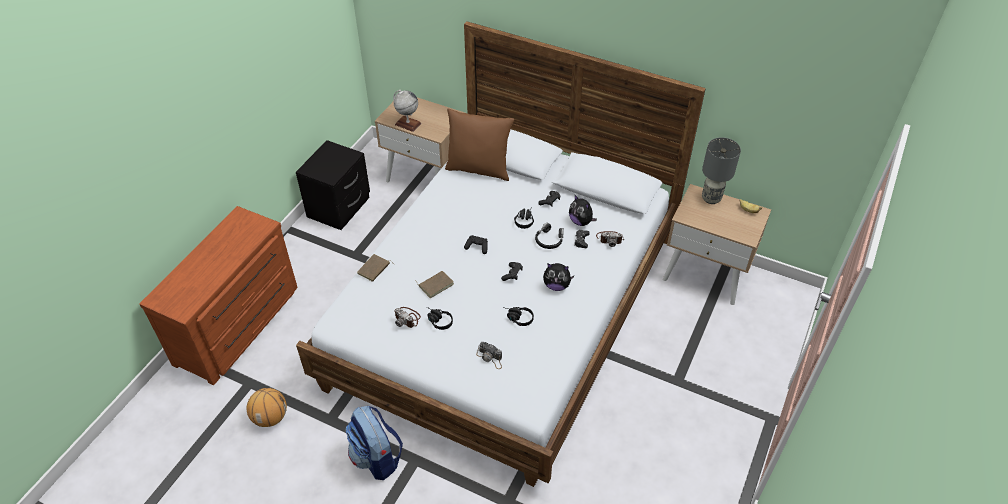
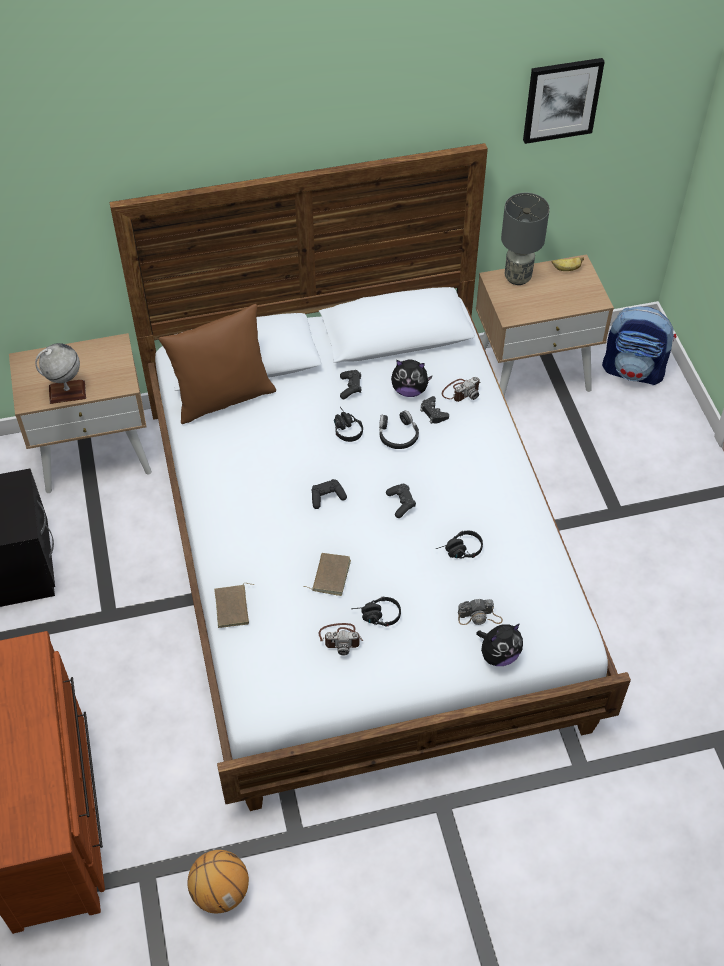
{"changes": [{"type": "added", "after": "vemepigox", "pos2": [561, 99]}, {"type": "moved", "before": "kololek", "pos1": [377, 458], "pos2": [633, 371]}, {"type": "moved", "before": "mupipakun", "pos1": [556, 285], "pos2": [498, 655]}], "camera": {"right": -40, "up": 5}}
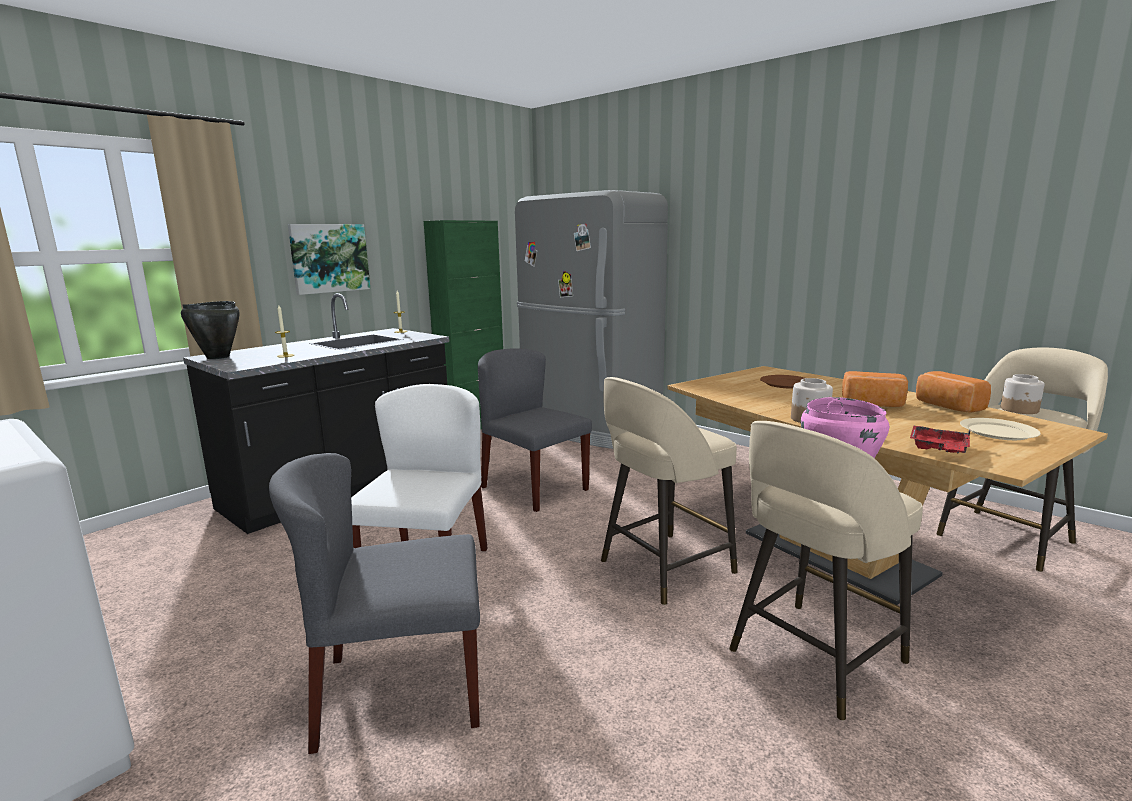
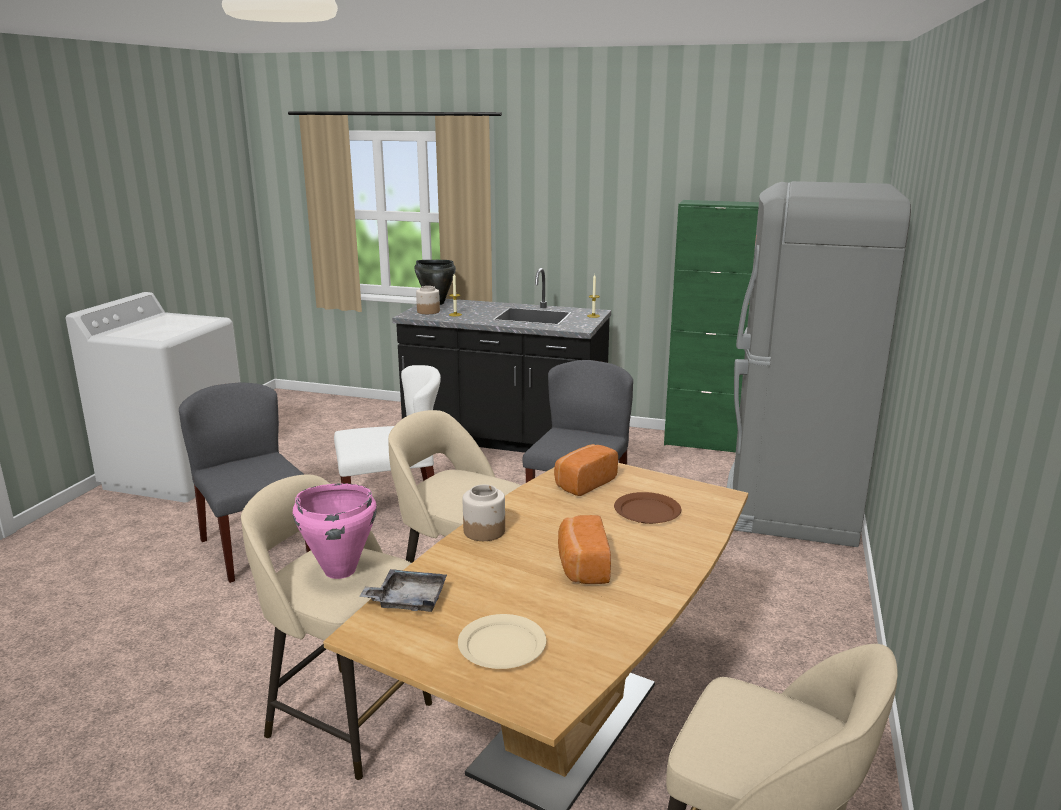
{"changes": [{"type": "removed", "before": "vemepigox", "pos1": [329, 258]}, {"type": "moved", "before": "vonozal", "pos1": [946, 406], "pos2": [583, 483]}, {"type": "moved", "before": "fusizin", "pos1": [1019, 410], "pos2": [428, 311]}, {"type": "recoloured", "before": "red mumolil", "after": "grey mumolil", "pos1": [938, 449], "pos2": [408, 600]}], "camera": {"right": 65, "up": 5}}
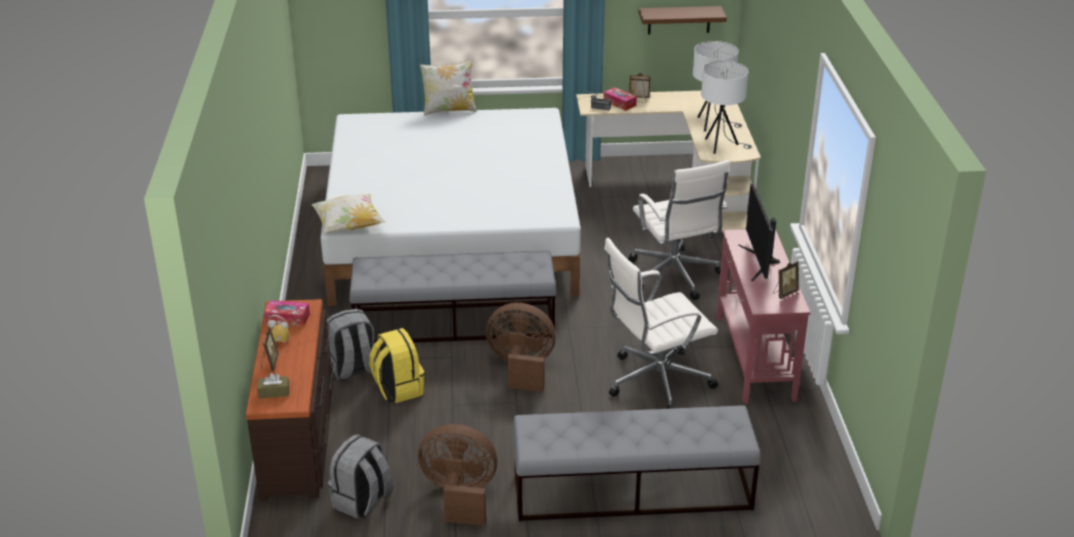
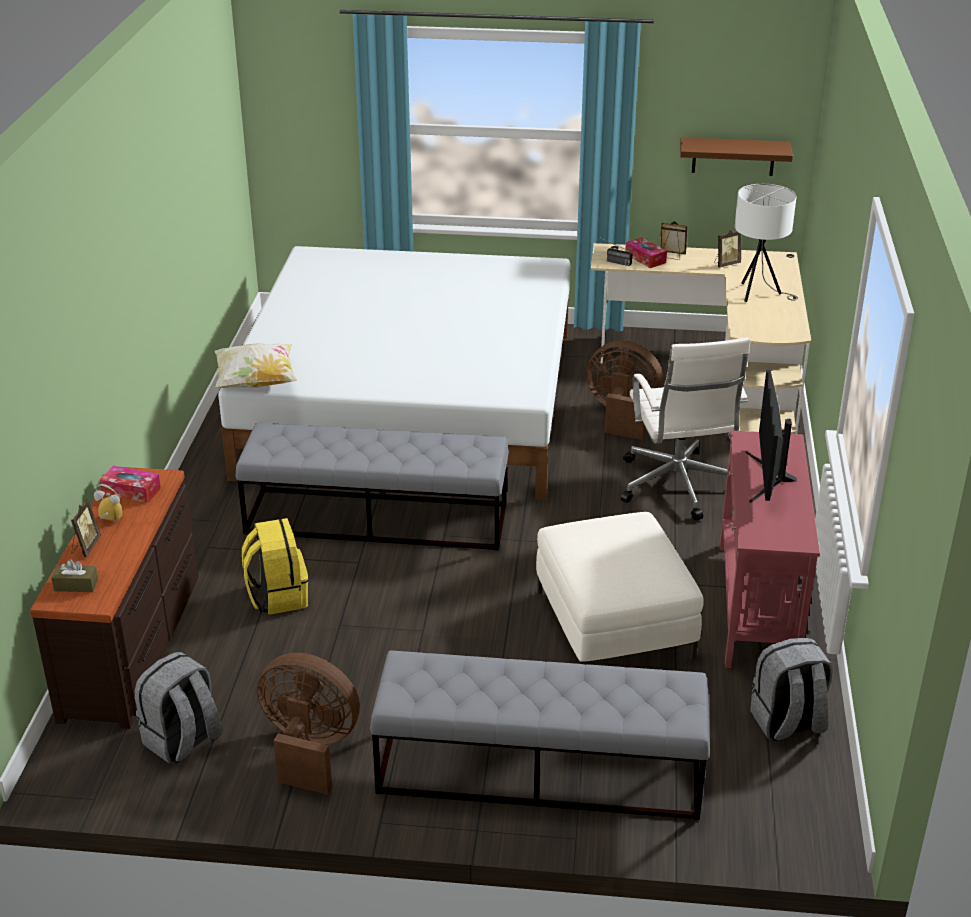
{"changes": [{"type": "removed", "before": "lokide", "pos1": [449, 110]}, {"type": "removed", "before": "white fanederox", "pos1": [721, 146]}, {"type": "moved", "before": "grey kololek", "pos1": [353, 369], "pos2": [787, 723]}, {"type": "moved", "before": "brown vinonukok", "pos1": [521, 368], "pos2": [622, 416]}, {"type": "moved", "before": "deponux", "pos1": [784, 293], "pos2": [726, 264]}, {"type": "replaced", "before": "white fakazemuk", "after": "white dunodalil", "pos1": [655, 381], "pos2": [614, 624]}], "camera": {"right": 10, "up": 0}}
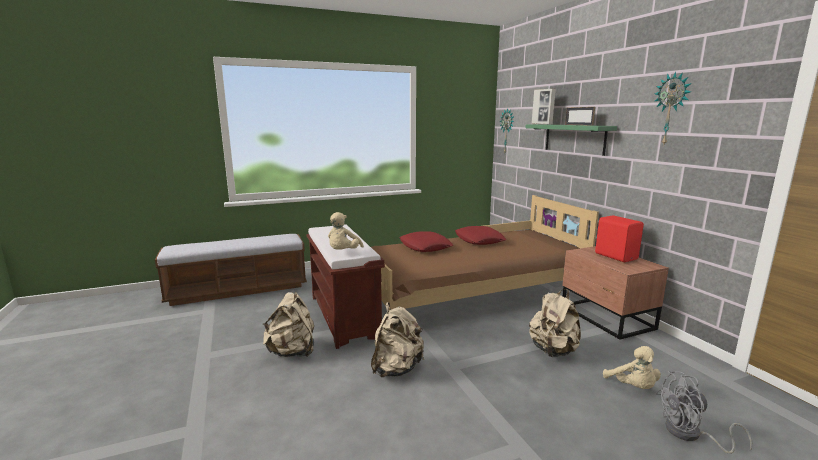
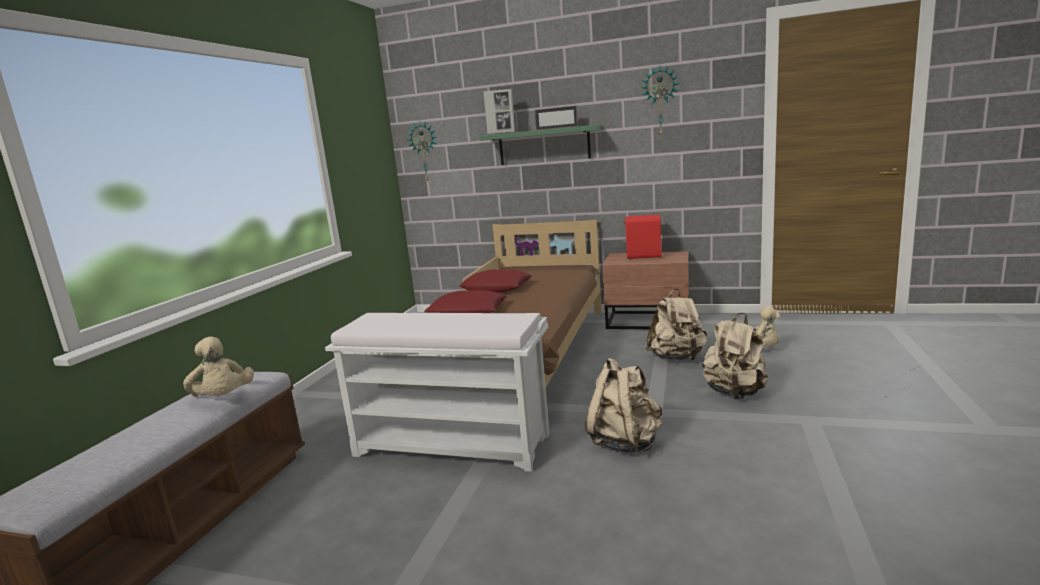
{"changes": [{"type": "removed", "before": "grey vinonukok", "pos1": [690, 435]}, {"type": "moved", "before": "beige kololek", "pos1": [292, 352], "pos2": [735, 393]}, {"type": "moved", "before": "beige mupipakun", "pos1": [343, 252], "pos2": [223, 398]}, {"type": "recoloured", "before": "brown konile", "after": "white konile", "pos1": [344, 316], "pos2": [453, 444]}], "camera": {"right": -50, "up": 0}}
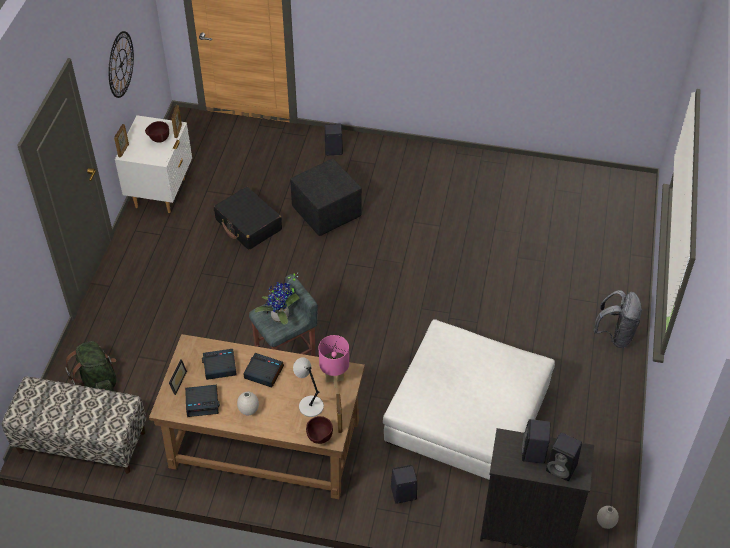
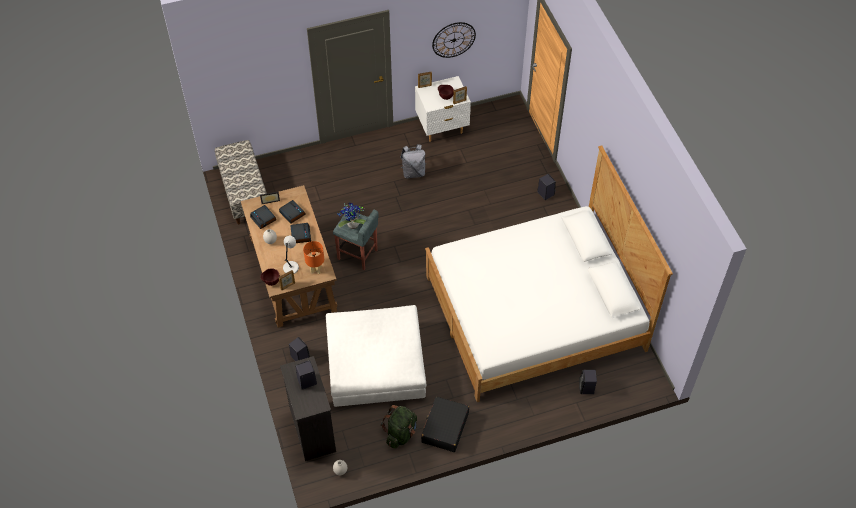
{"changes": [{"type": "removed", "before": "black dunodalil", "pos1": [326, 213]}, {"type": "added", "after": "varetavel", "pos2": [535, 312]}, {"type": "moved", "before": "green kololek", "pos1": [98, 383], "pos2": [401, 433]}, {"type": "moved", "before": "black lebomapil", "pos1": [248, 225], "pos2": [445, 428]}, {"type": "moved", "before": "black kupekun", "pos1": [562, 468], "pos2": [586, 388]}, {"type": "moved", "before": "grey kololek", "pos1": [615, 335], "pos2": [413, 172]}, {"type": "recoloured", "before": "pink fanederox", "after": "orange fanederox", "pos1": [334, 380], "pos2": [316, 269]}], "camera": {"right": 60, "up": 5}}
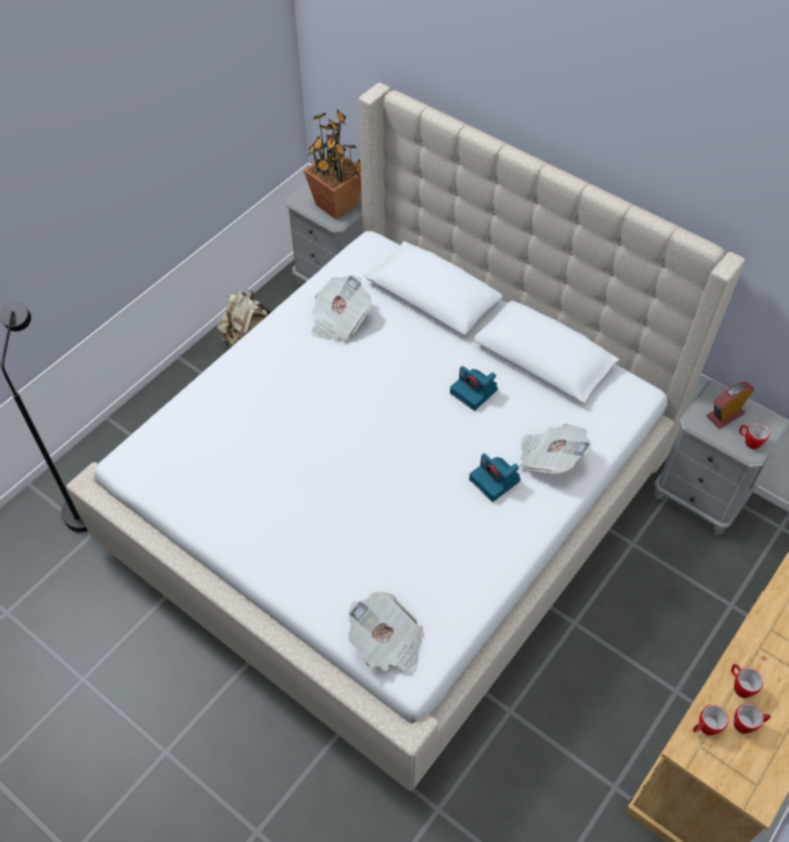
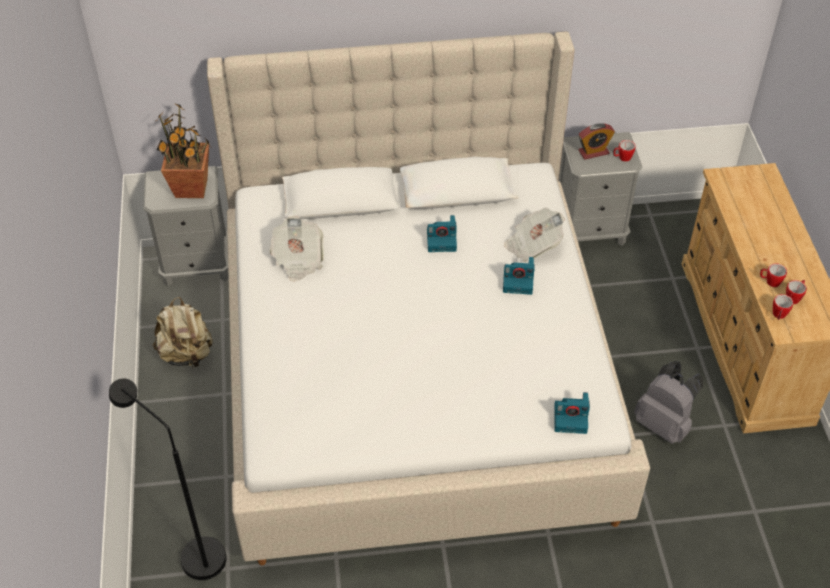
{"changes": [{"type": "added", "after": "grey kololek", "pos2": [664, 424]}, {"type": "replaced", "before": "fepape", "after": "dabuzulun", "pos1": [387, 643], "pos2": [571, 418]}, {"type": "turned", "before": "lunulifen", "pos1": [725, 415], "pos2": [593, 152], "turn": -120}], "camera": {"right": -45, "up": -5}}
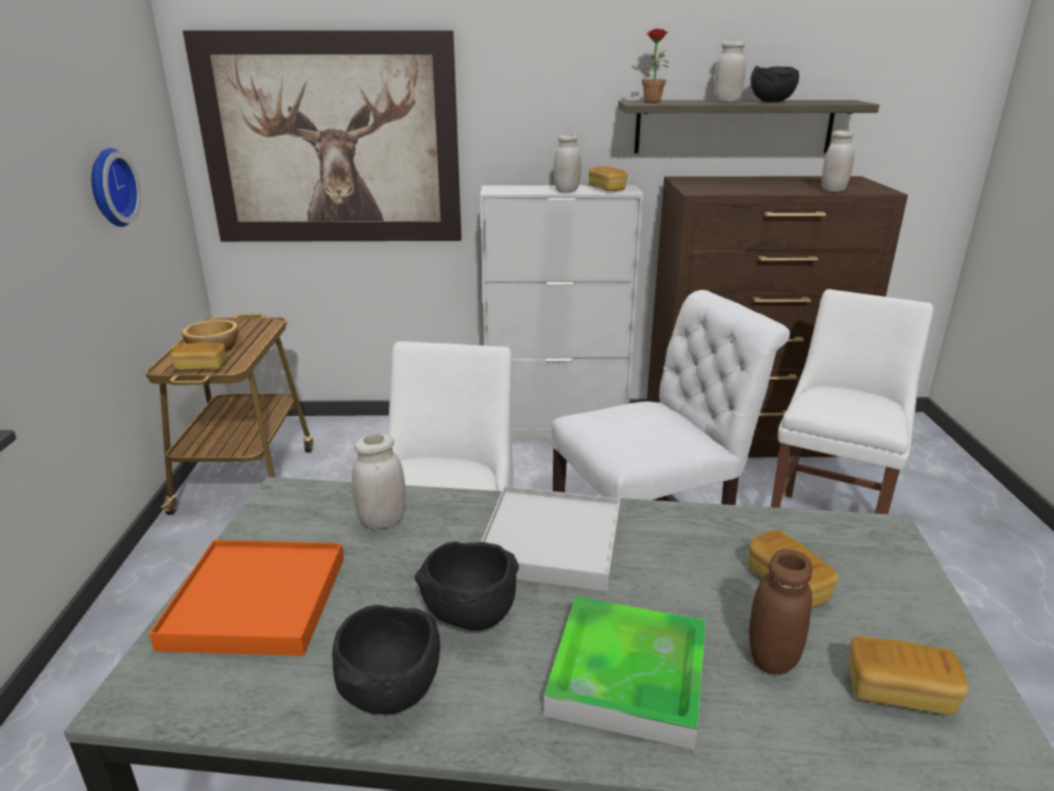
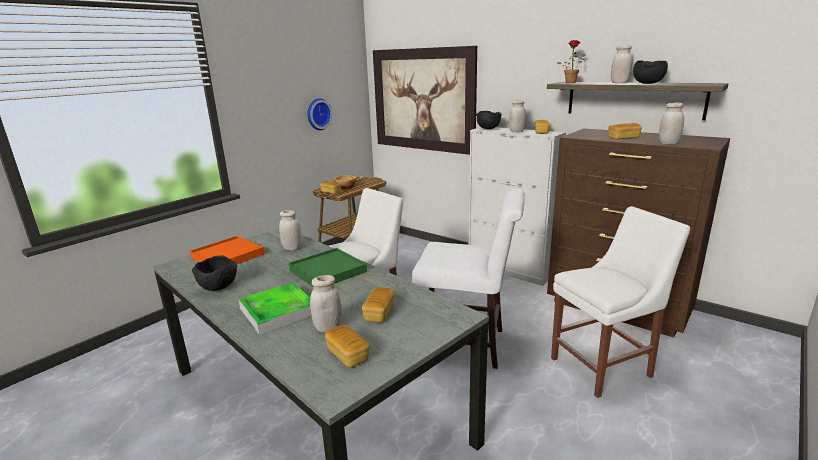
{"changes": [{"type": "added", "after": "vonozal", "pos2": [623, 138]}, {"type": "moved", "before": "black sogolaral", "pos1": [468, 617], "pos2": [487, 129]}, {"type": "recoloured", "before": "white mumolil", "after": "green mumolil", "pos1": [551, 542], "pos2": [327, 271]}, {"type": "recoloured", "before": "brown fusizin", "after": "white fusizin", "pos1": [772, 658], "pos2": [328, 327]}], "camera": {"right": 40, "up": -5}}
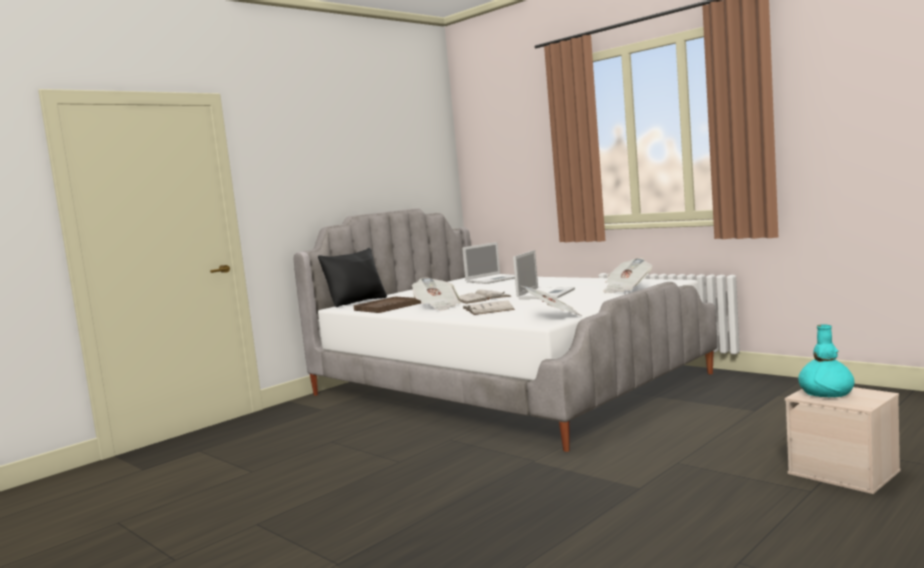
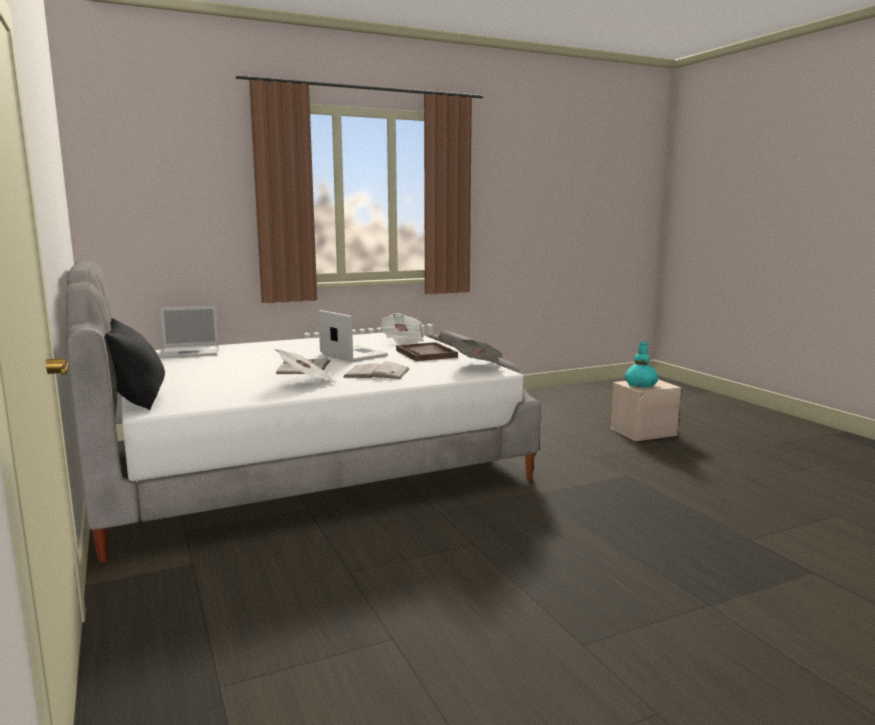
{"changes": [{"type": "moved", "before": "brown mumolil", "pos1": [387, 307], "pos2": [426, 354]}, {"type": "turned", "before": "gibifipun", "pos1": [493, 279], "pos2": [191, 352], "turn": 90}], "camera": {"right": -70, "up": 5}}
